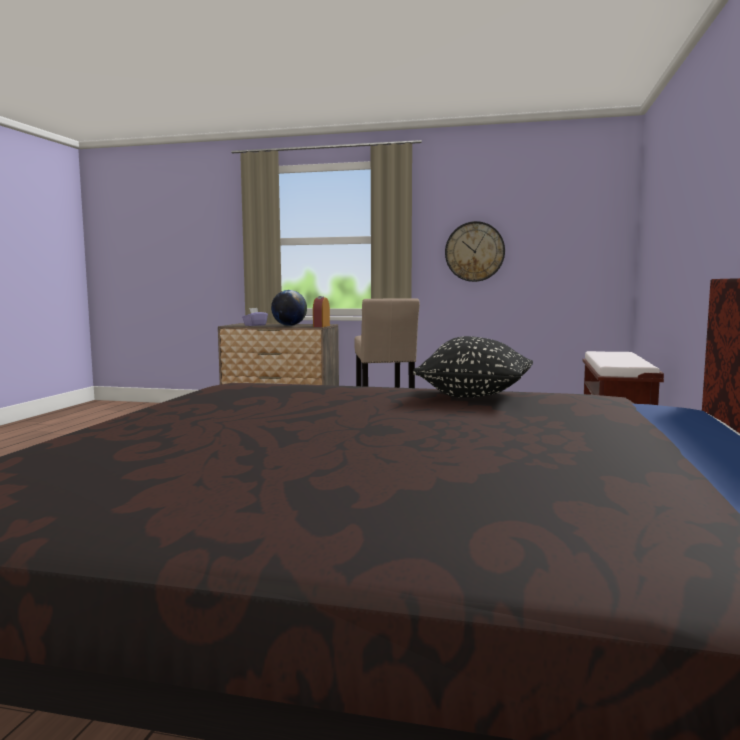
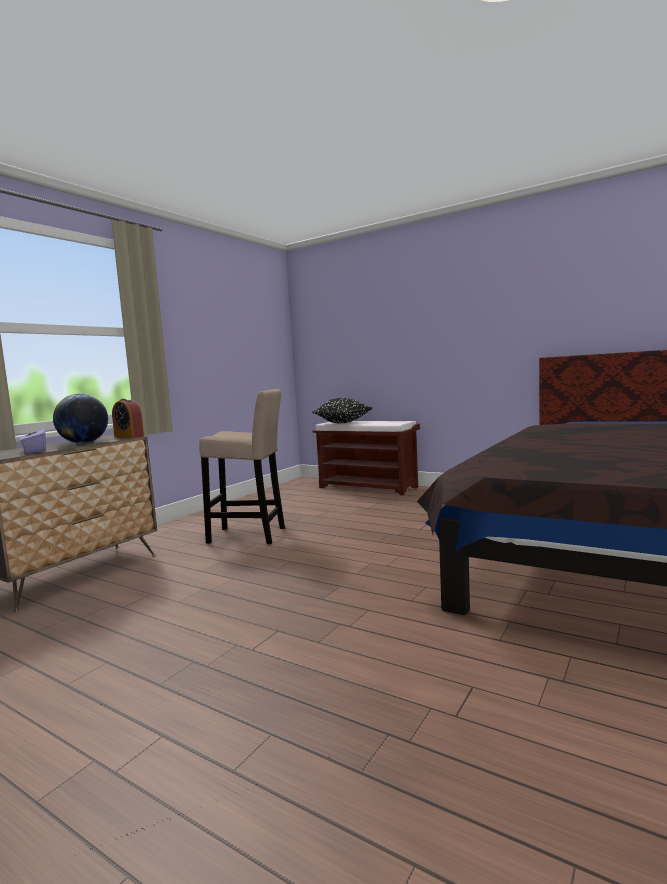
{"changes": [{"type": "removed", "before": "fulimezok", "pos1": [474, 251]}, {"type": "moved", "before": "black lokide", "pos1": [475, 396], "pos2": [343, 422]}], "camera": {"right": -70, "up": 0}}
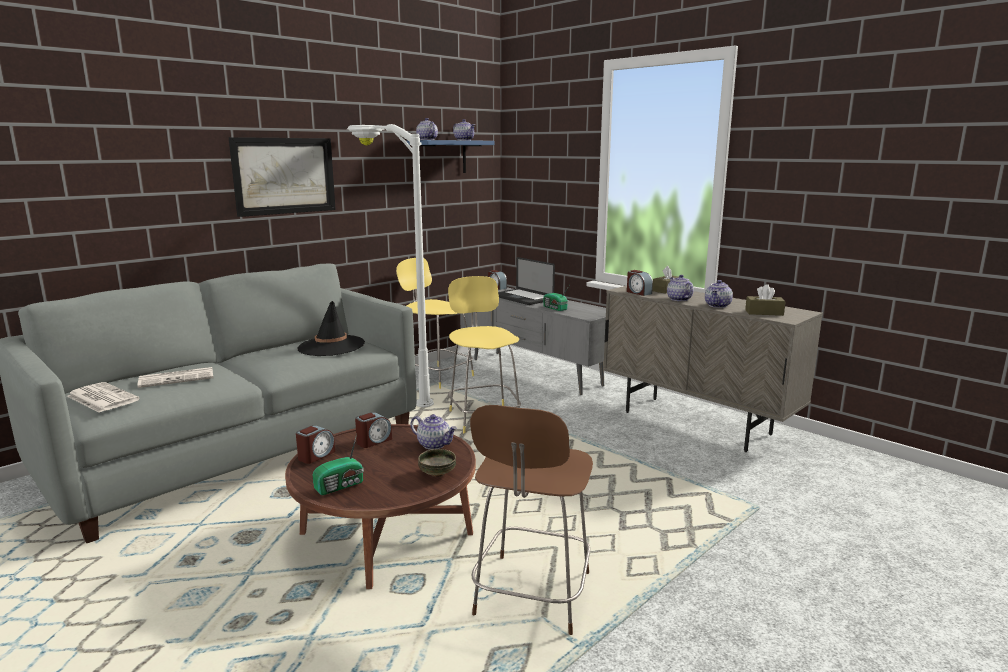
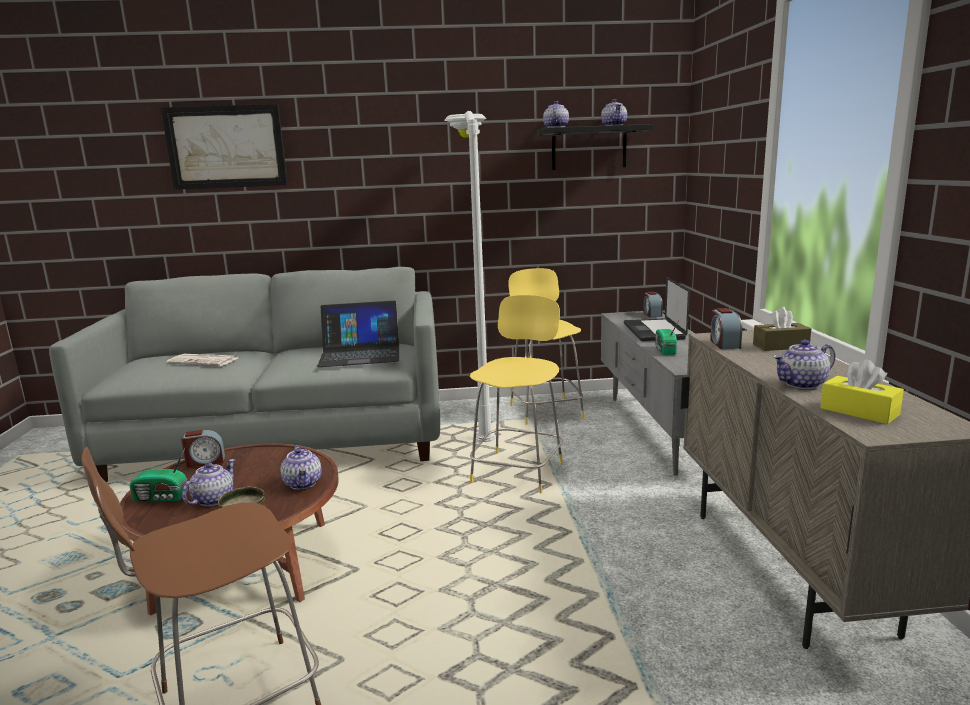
{"changes": [{"type": "removed", "before": "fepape", "pos1": [101, 398]}, {"type": "removed", "before": "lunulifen", "pos1": [374, 441]}, {"type": "moved", "before": "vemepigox", "pos1": [284, 176], "pos2": [226, 147]}, {"type": "moved", "before": "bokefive", "pos1": [678, 299], "pos2": [213, 499]}, {"type": "replaced", "before": "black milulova", "after": "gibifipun", "pos1": [331, 346], "pos2": [360, 354]}, {"type": "recoloured", "before": "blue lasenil", "after": "black lasenil", "pos1": [441, 157], "pos2": [589, 148]}, {"type": "recoloured", "before": "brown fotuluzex", "after": "yellow fotuluzex", "pos1": [764, 312], "pos2": [859, 411]}], "camera": {"right": 40, "up": 0}}
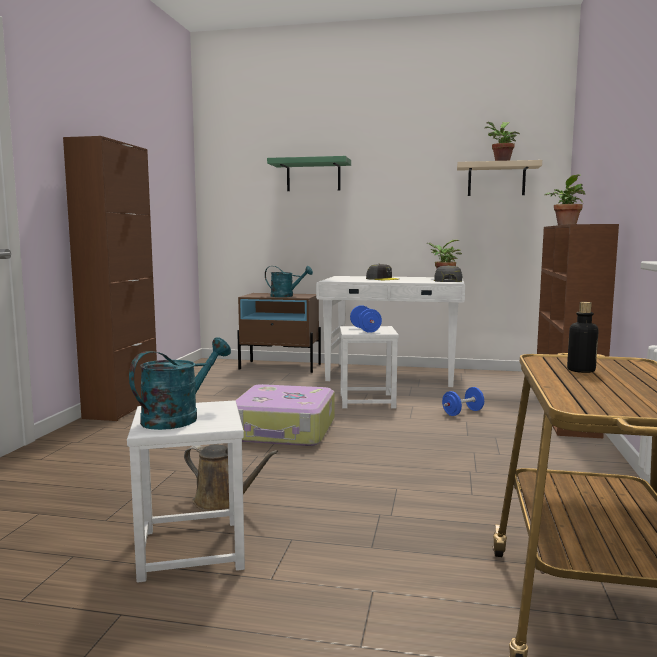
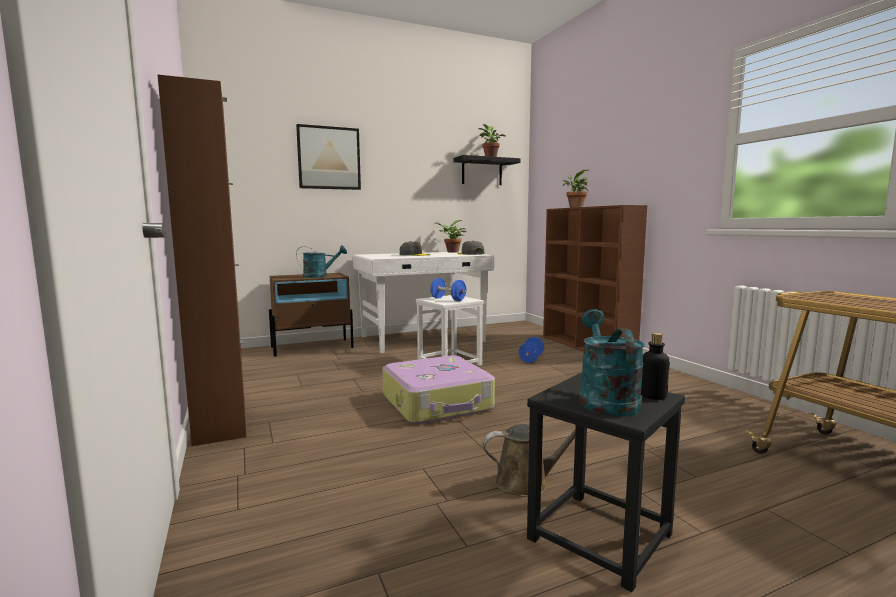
{"changes": [{"type": "moved", "before": "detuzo", "pos1": [581, 370], "pos2": [653, 396]}, {"type": "replaced", "before": "green lasenil", "after": "vemepigox", "pos1": [313, 176], "pos2": [329, 158]}, {"type": "recoloured", "before": "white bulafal", "after": "black bulafal", "pos1": [190, 549], "pos2": [598, 537]}, {"type": "recoloured", "before": "beige lasenil", "after": "black lasenil", "pos1": [496, 179], "pos2": [482, 172]}], "camera": {"right": -35, "up": 0}}
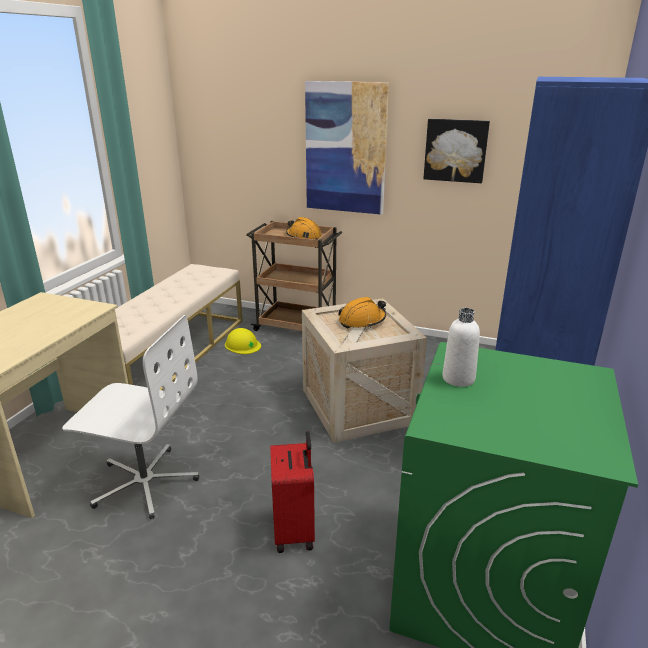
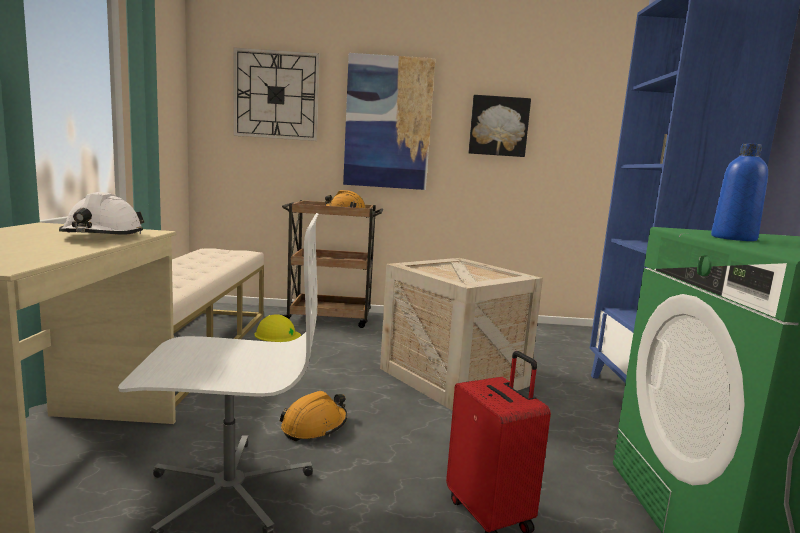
{"changes": [{"type": "added", "after": "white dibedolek", "pos2": [103, 236]}, {"type": "added", "after": "fulimezok", "pos2": [276, 95]}, {"type": "moved", "before": "orange dibedolek", "pos1": [362, 321], "pos2": [314, 426]}, {"type": "recoloured", "before": "white detuzo", "after": "blue detuzo", "pos1": [458, 378], "pos2": [733, 238]}], "camera": {"right": -20, "up": -15}}
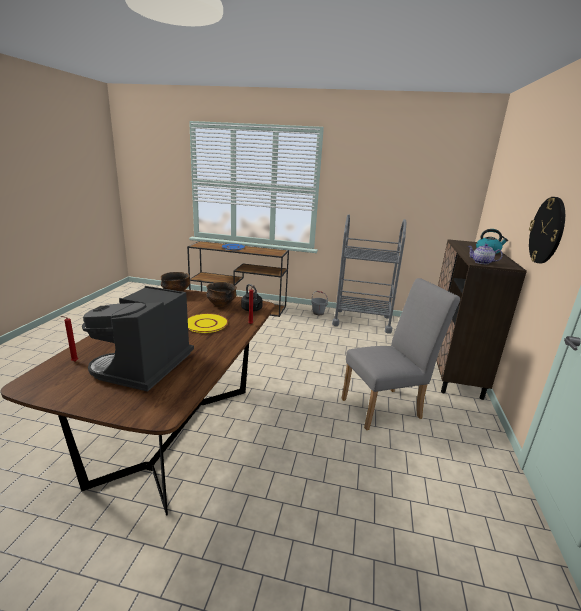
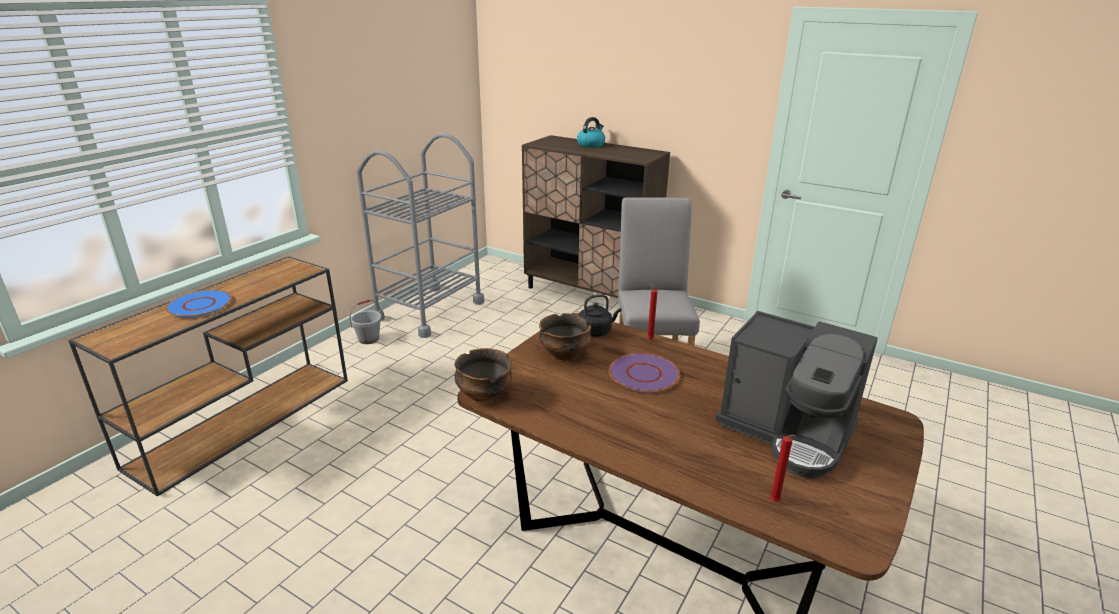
{"changes": [{"type": "removed", "before": "bokefive", "pos1": [482, 262]}, {"type": "removed", "before": "fulimezok", "pos1": [547, 230]}, {"type": "recoloured", "before": "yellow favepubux", "after": "purple favepubux", "pos1": [205, 324], "pos2": [644, 374]}], "camera": {"right": -70, "up": 5}}
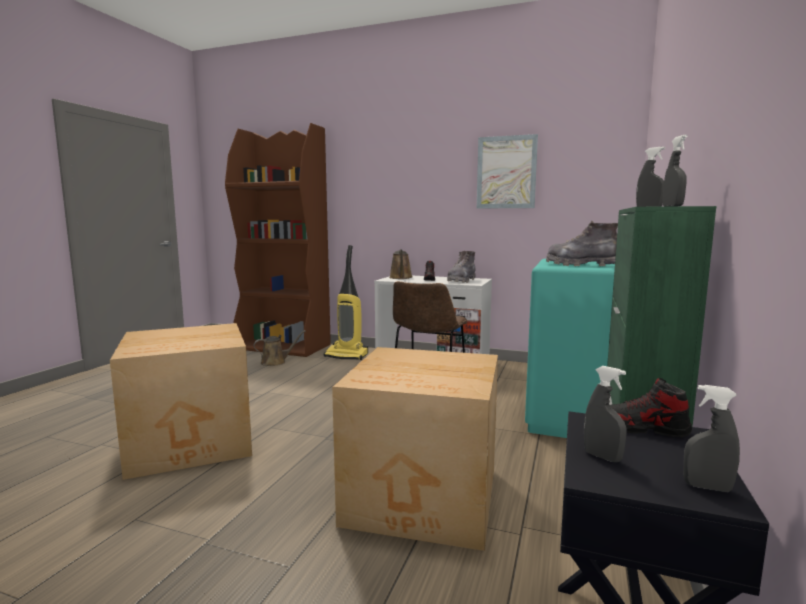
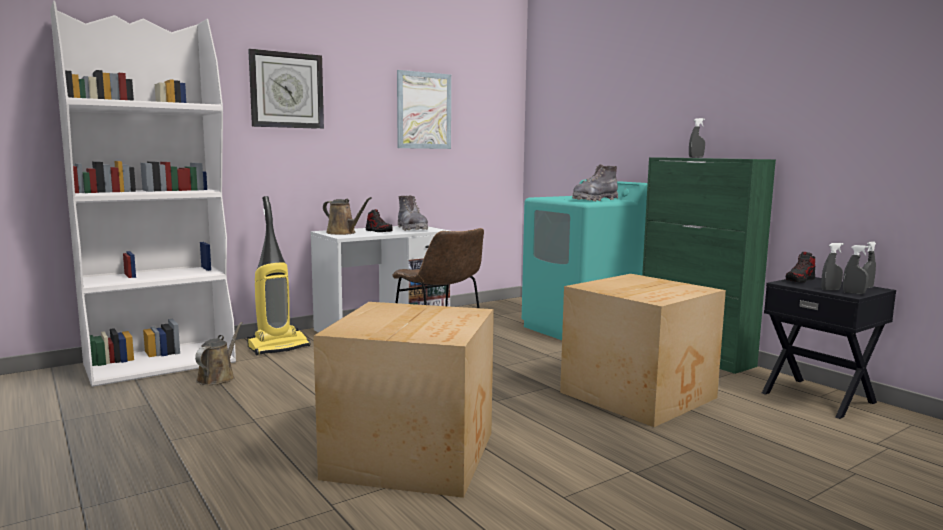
{"changes": [{"type": "added", "after": "fulimezok", "pos2": [286, 90]}, {"type": "moved", "before": "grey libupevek", "pos1": [672, 206], "pos2": [853, 293]}, {"type": "recoloured", "before": "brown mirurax", "after": "white mirurax", "pos1": [284, 347], "pos2": [161, 363]}], "camera": {"right": -55, "up": 0}}
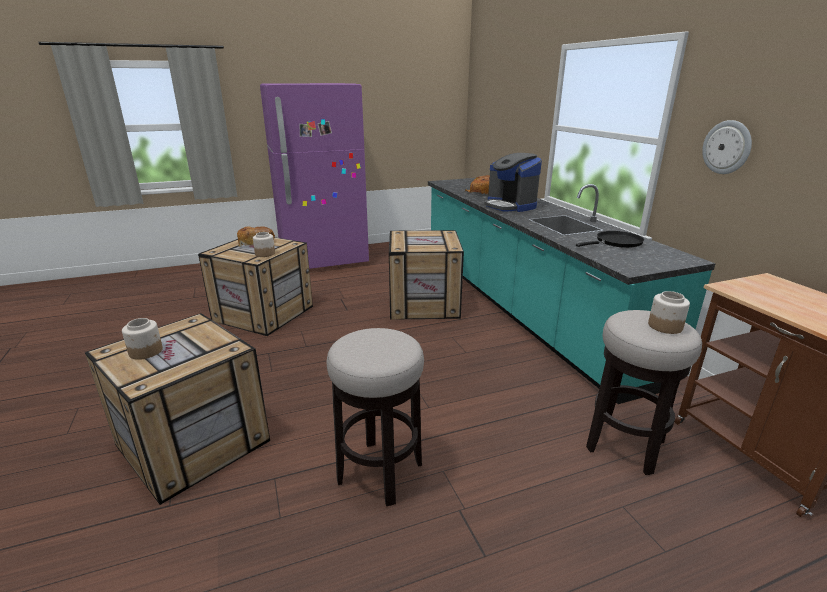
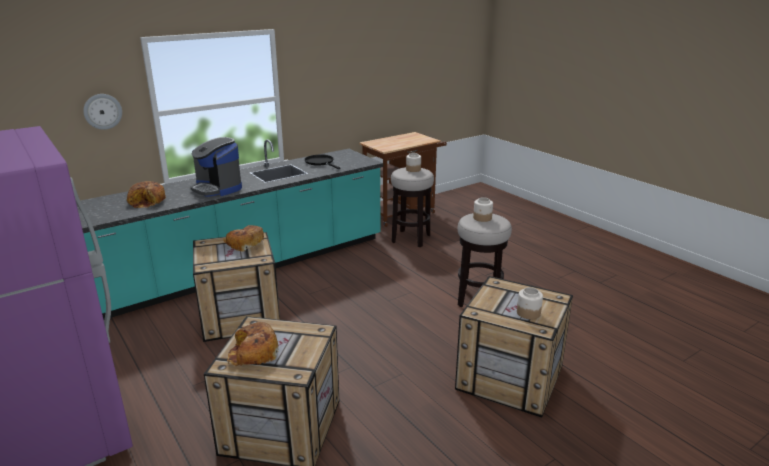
{"changes": [{"type": "added", "after": "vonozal", "pos2": [245, 244]}, {"type": "moved", "before": "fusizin", "pos1": [264, 254], "pos2": [482, 218]}, {"type": "moved", "before": "fulimezok", "pos1": [727, 147], "pos2": [102, 111]}, {"type": "turned", "before": "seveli", "pos1": [510, 206], "pos2": [217, 188], "turn": 90}], "camera": {"right": -105, "up": 0}}
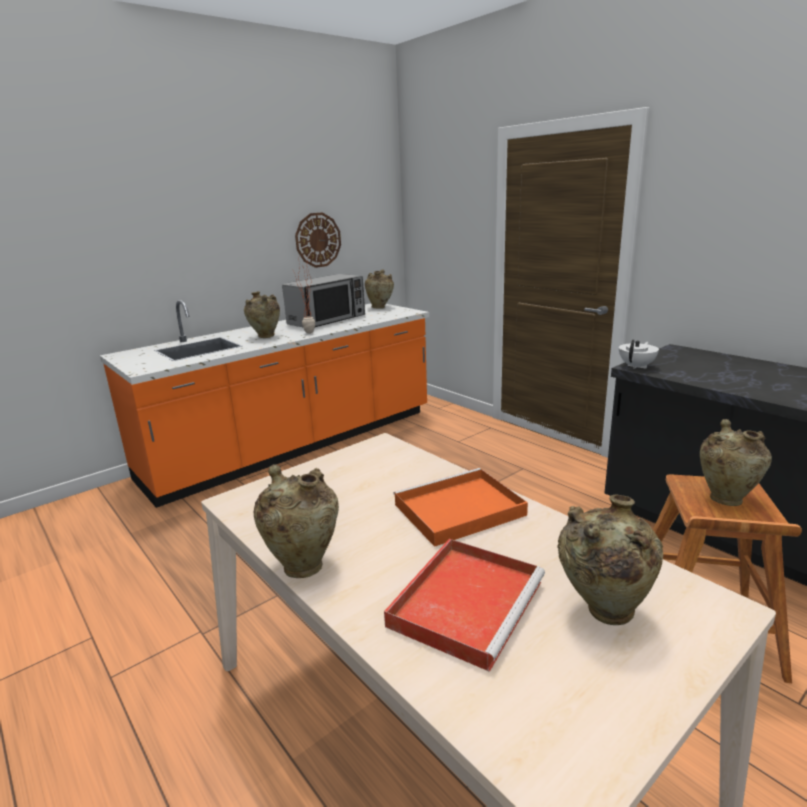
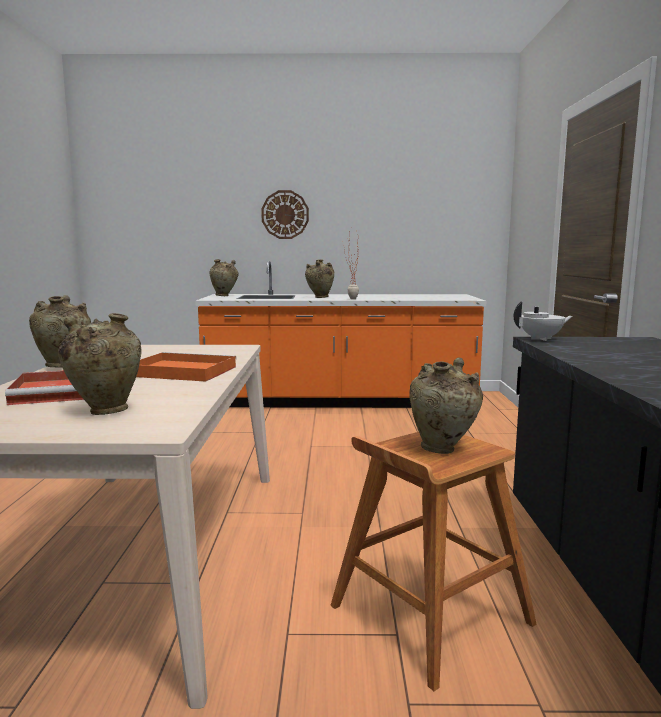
{"changes": [{"type": "removed", "before": "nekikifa", "pos1": [327, 320]}, {"type": "moved", "before": "fulimezok", "pos1": [318, 240], "pos2": [285, 214]}, {"type": "moved", "before": "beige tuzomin", "pos1": [380, 307], "pos2": [224, 296]}], "camera": {"right": 40, "up": -10}}
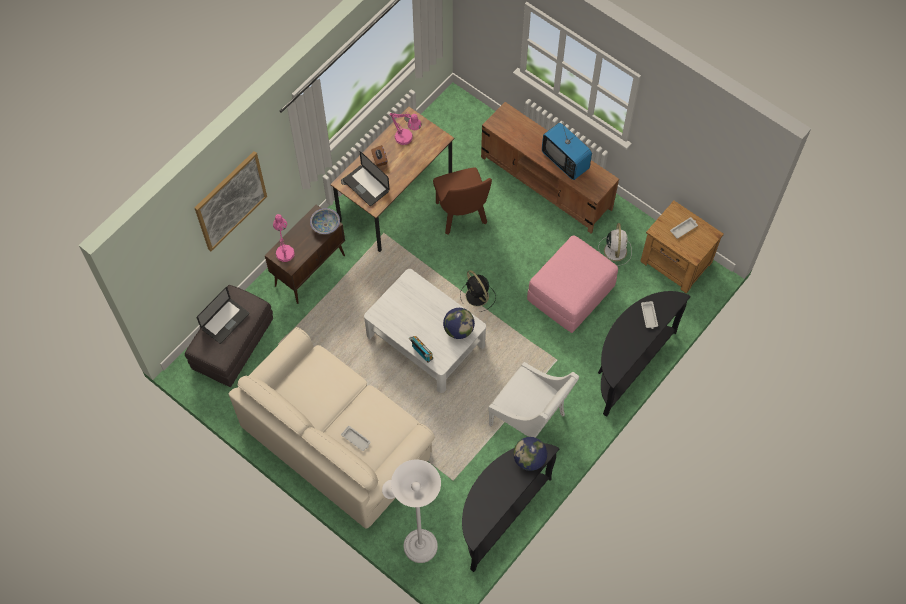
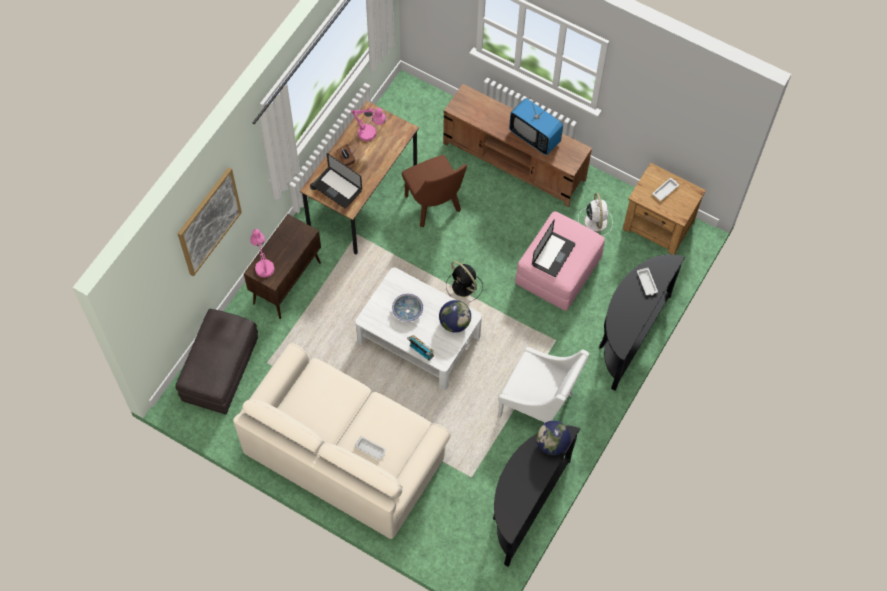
{"changes": [{"type": "removed", "before": "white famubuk", "pos1": [416, 543]}, {"type": "moved", "before": "gibifipun", "pos1": [225, 321], "pos2": [553, 255]}, {"type": "moved", "before": "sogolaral", "pos1": [325, 225], "pos2": [407, 311]}], "camera": {"right": -10, "up": 0}}
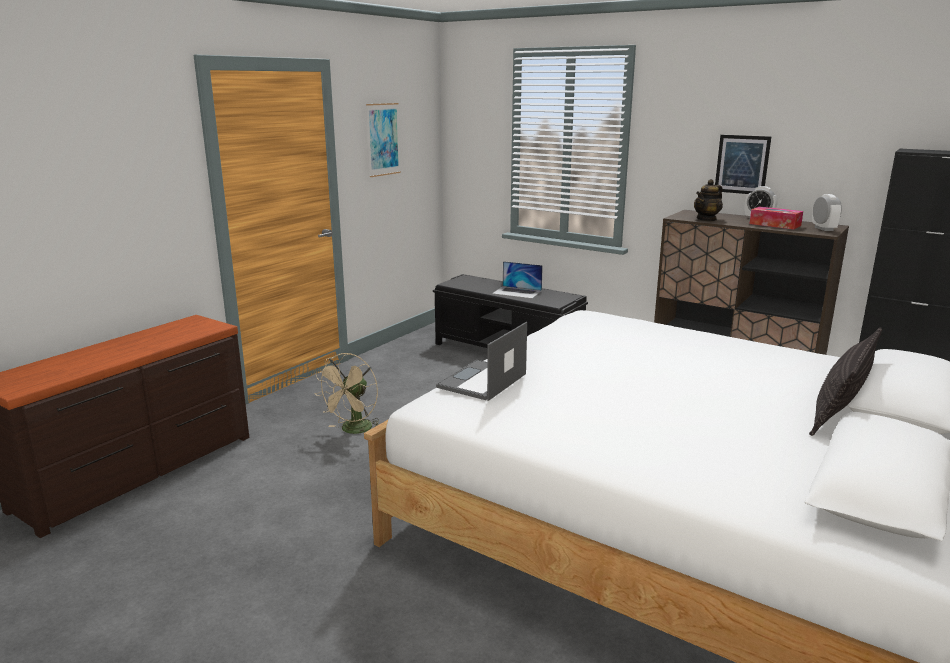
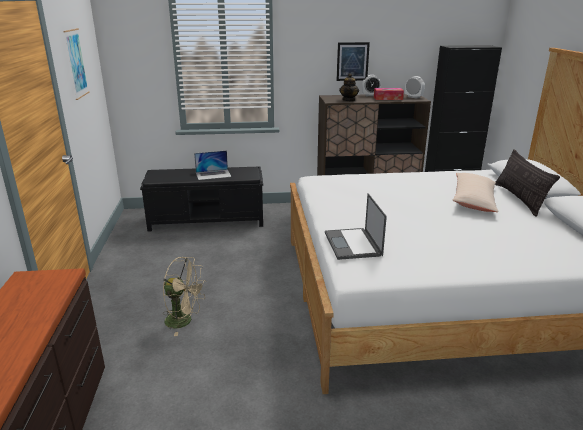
{"changes": [{"type": "added", "after": "beige lokide", "pos2": [473, 200]}, {"type": "turned", "before": "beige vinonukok", "pos1": [353, 430], "pos2": [184, 321], "turn": -60}], "camera": {"right": -40, "up": 5}}
